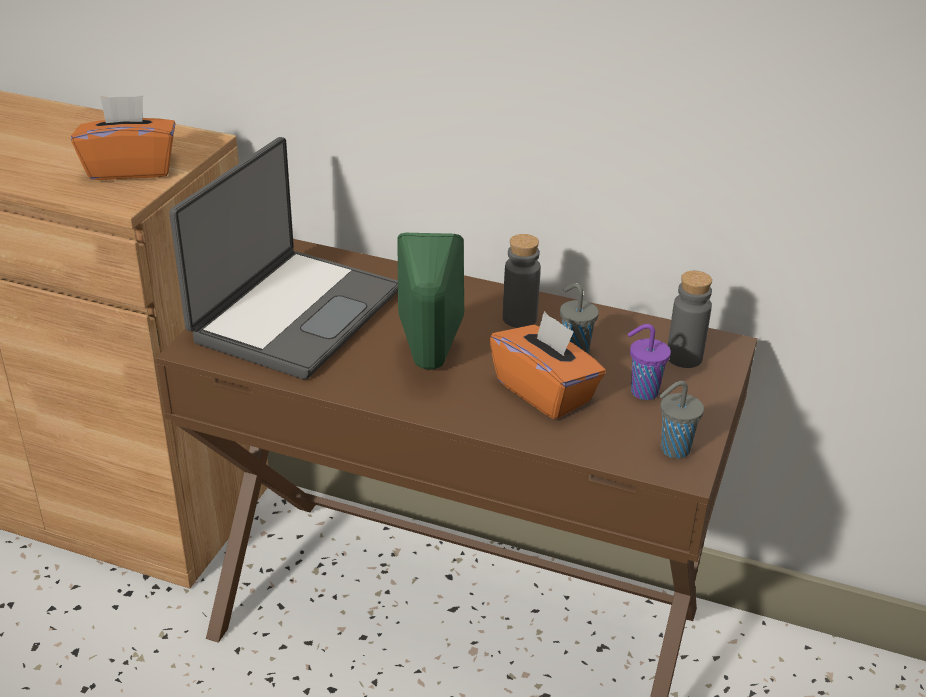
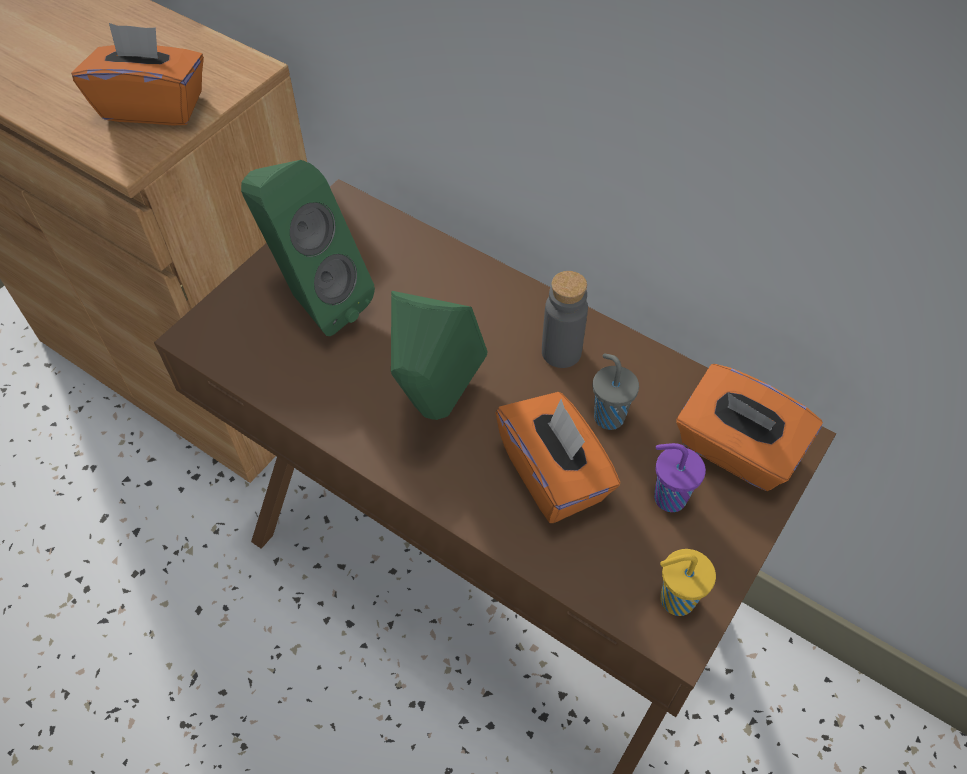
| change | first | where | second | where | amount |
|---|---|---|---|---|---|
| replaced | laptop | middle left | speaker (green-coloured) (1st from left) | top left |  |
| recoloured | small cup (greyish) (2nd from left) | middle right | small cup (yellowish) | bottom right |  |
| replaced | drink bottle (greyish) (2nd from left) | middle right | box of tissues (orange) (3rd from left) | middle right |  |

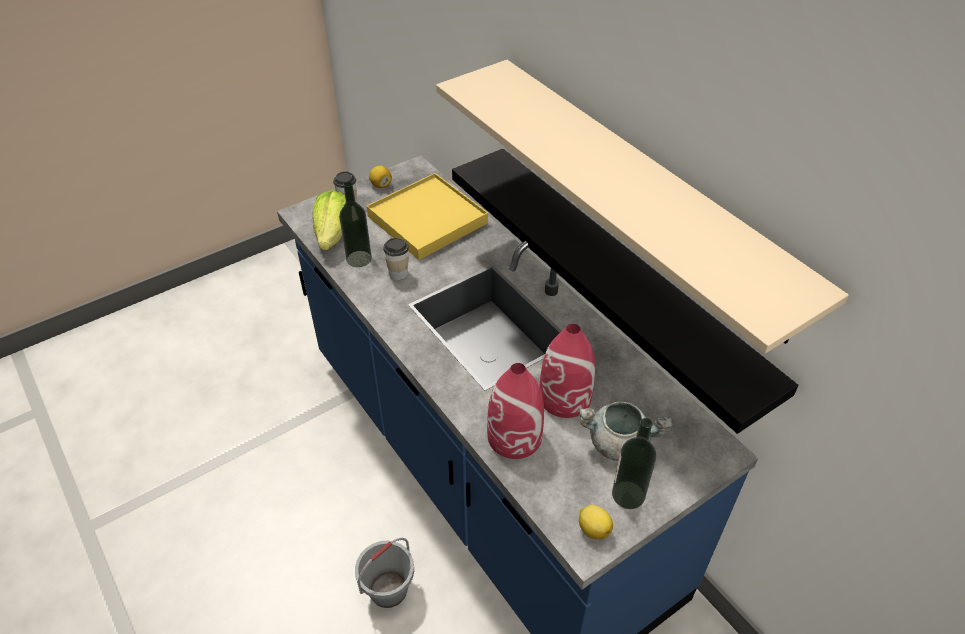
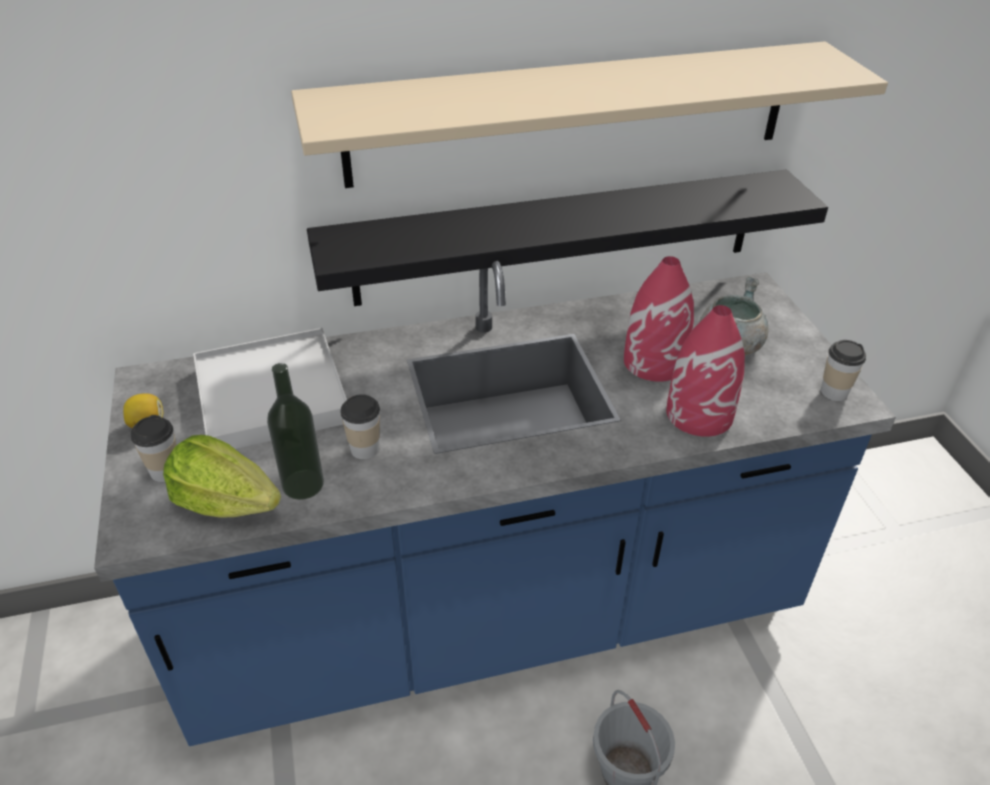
| change | first | where | second | where | amount |
|---|---|---|---|---|---|
| recoloured | serving tray (yellowish) | centre | serving tray (whitish) | middle left |  |
| replaced | whole lemon (2nd from left) | bottom centre | small cup (3rd from left) | middle right |  |
| removed | drink bottle (2nd from left) | bottom centre |  |  |  |

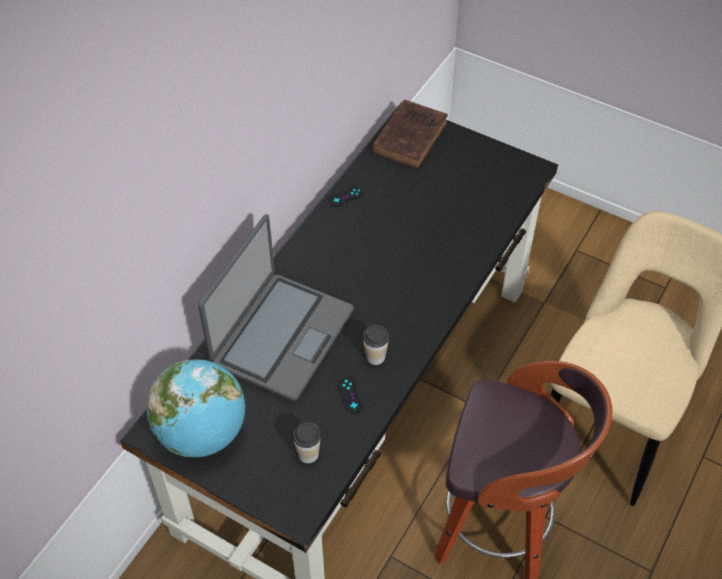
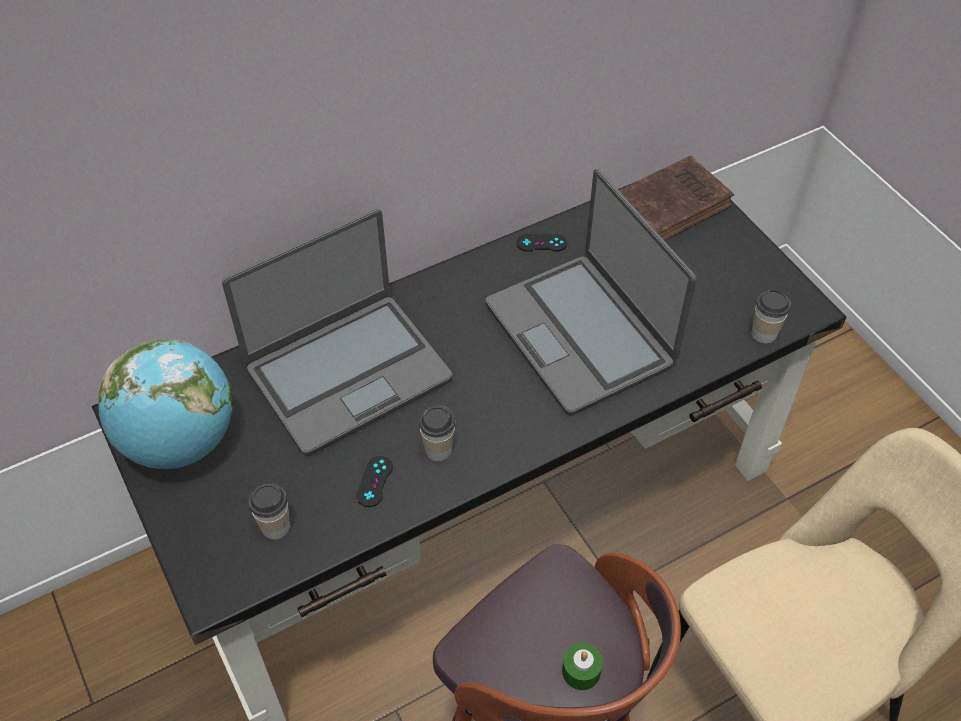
| change | first | where | second | where | amount |
|---|---|---|---|---|---|
| added |  |  | laptop (2nd from left) | centre |  |
| added |  |  | wax light (green-coloured) | bottom centre |  |
| added |  |  | small cup (3rd from left) | middle right |  |

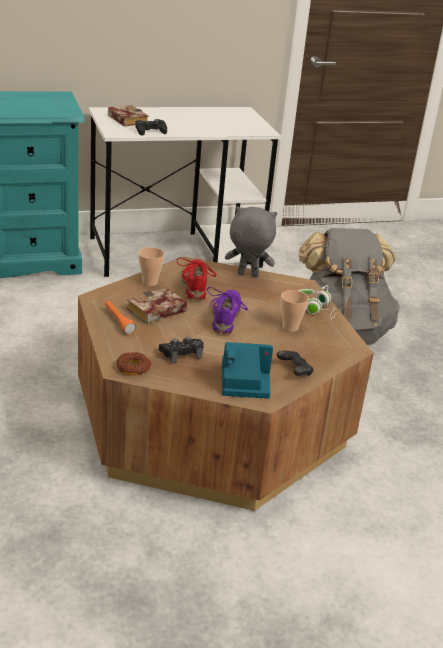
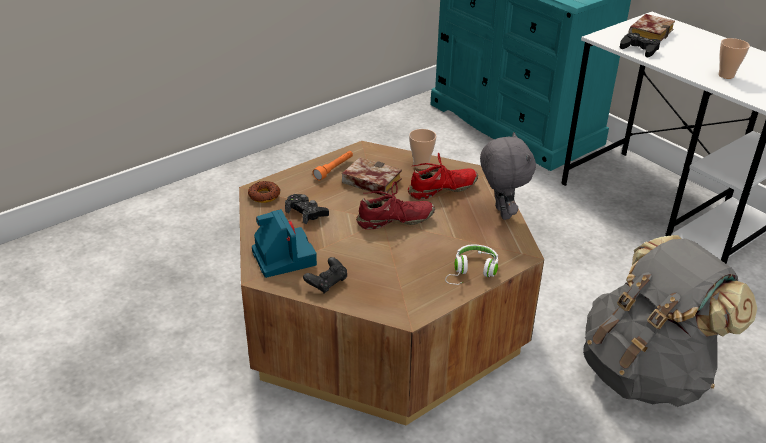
| change | first | where | second | where | amount |
|---|---|---|---|---|---|
| recoloured | item of footwear (purple-coloured) | centre | item of footwear (red) (1st from left) | centre |  |
| moved | small cup (2nd from left) | centre |  | top right |  |

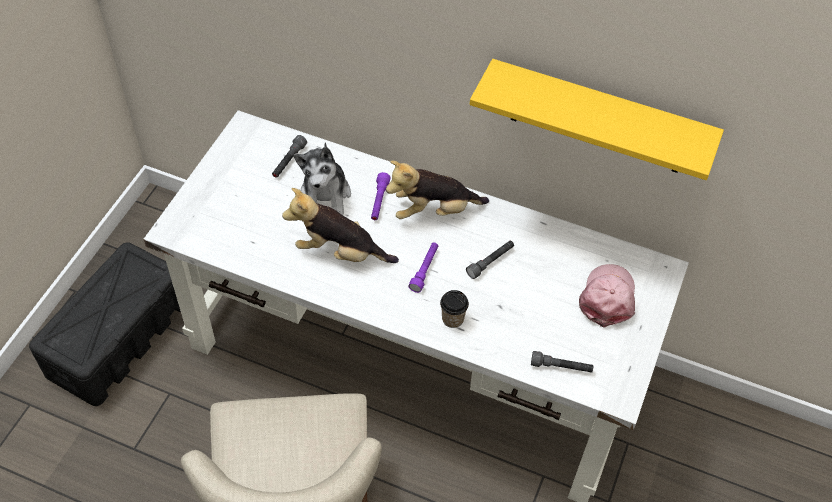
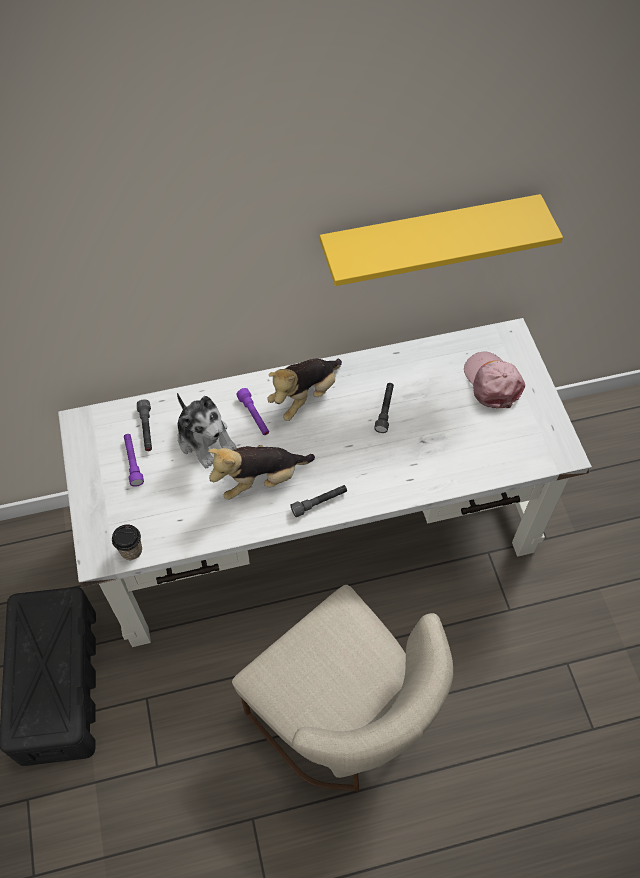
| change | first | where | second | where | amount |
|---|---|---|---|---|---|
| moved | hand torch (purple-coloured) (2nd from left in the first image) | centre | hand torch (purple-coloured) (1st from left) | middle left |  |
| moved | small cup | centre |  | middle left |  |
| moved | hand torch (greyish) (3rd from left in the first image) | bottom right | hand torch (greyish) (2nd from left) | centre |  |

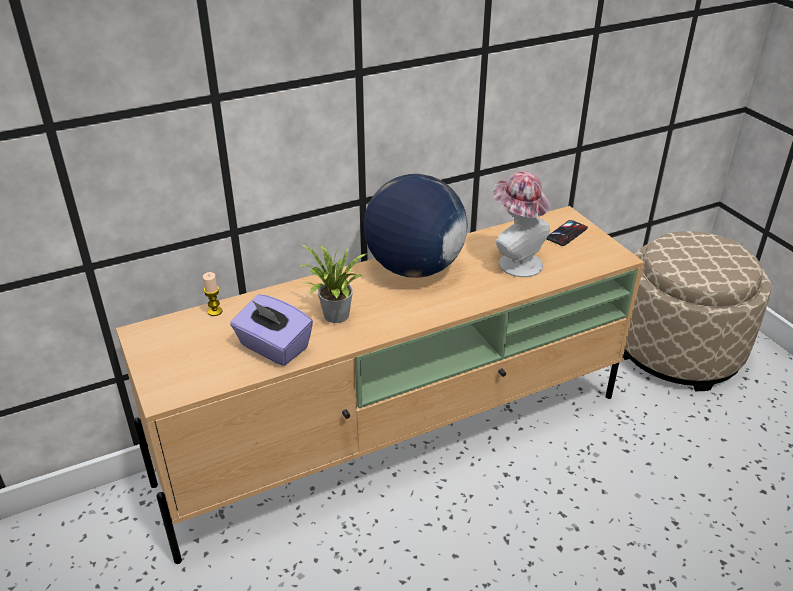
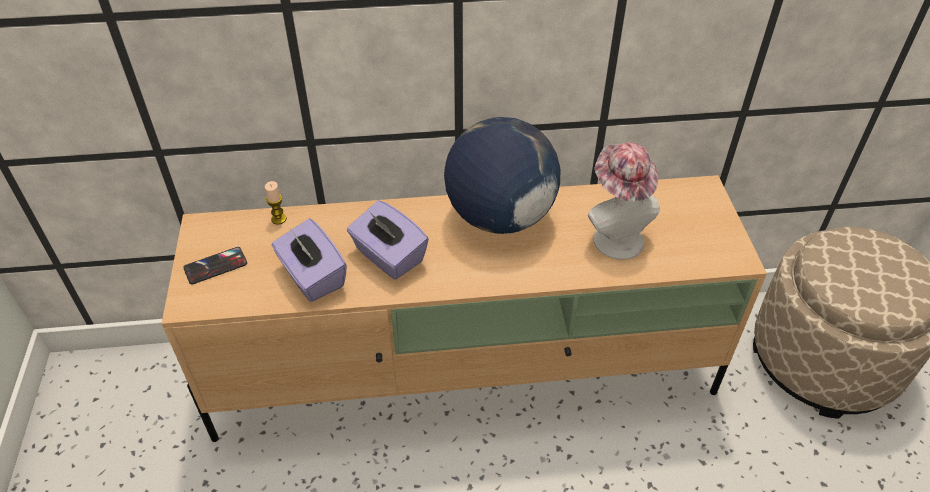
| change | first | where | second | where | amount |
|---|---|---|---|---|---|
| replaced | potted plant | centre | box of tissues (purple-coloured) (2nd from left) | centre |  |
| moved | telephone | middle right |  | middle left |  |

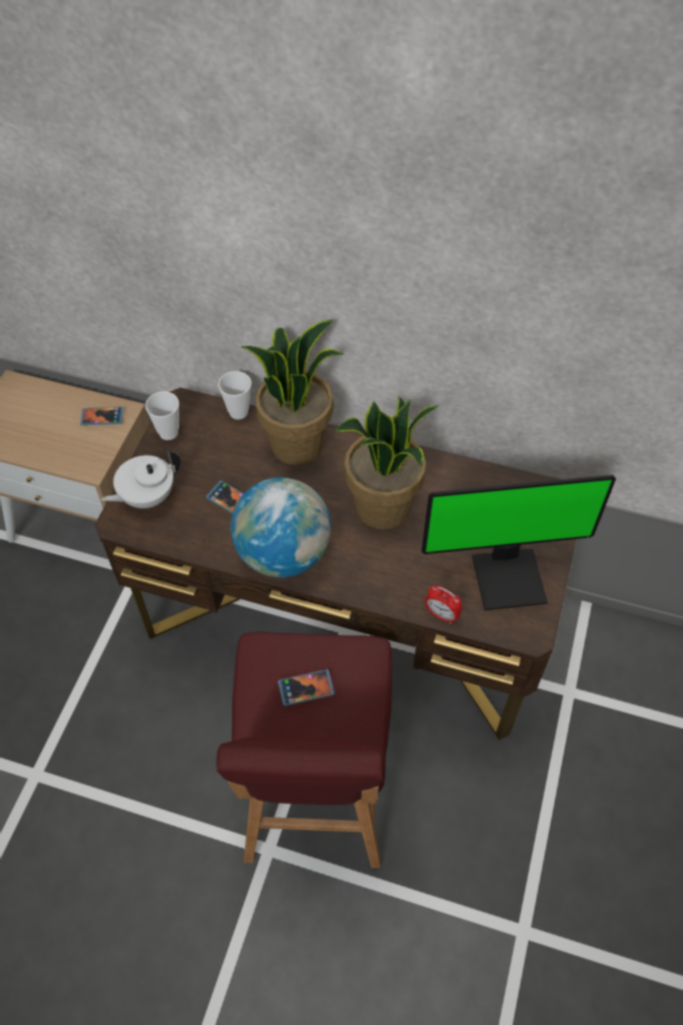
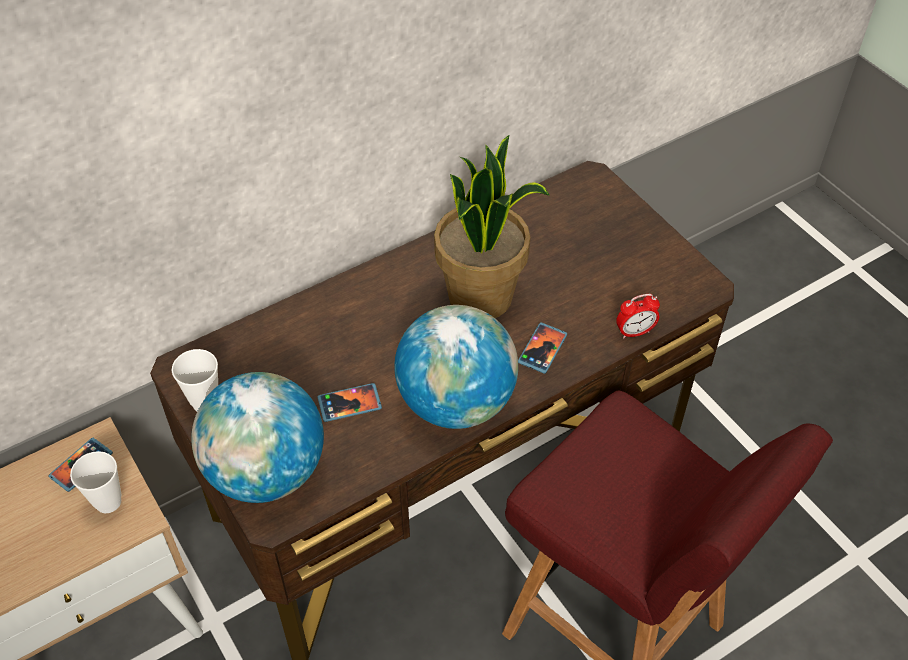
| change | first | where | second | where | amount |
|---|---|---|---|---|---|
| replaced | teapot (whitish) | middle left | desk globe (1st from left) | middle left |  |
| moved | small cup (2nd from left in the first image) | centre | small cup (1st from left) | bottom left |  |
| removed | potted plant (1st from left) | centre |  |  |  |
| moved | telephone (3rd from left) | bottom centre |  | centre |  |
| removed | monitor | middle right |  |  |  |

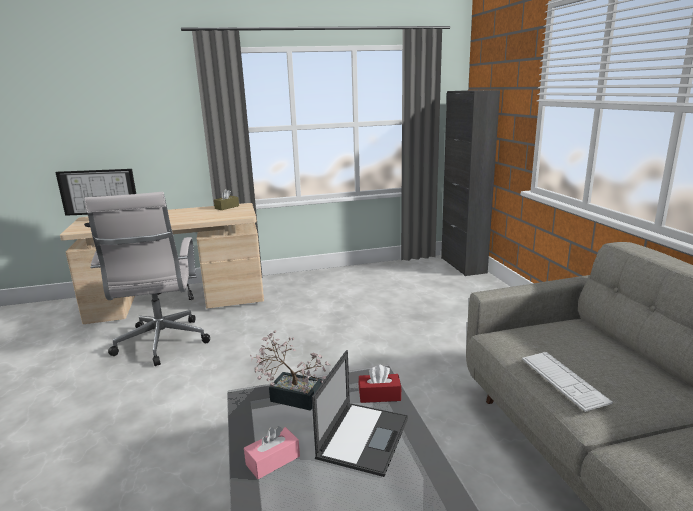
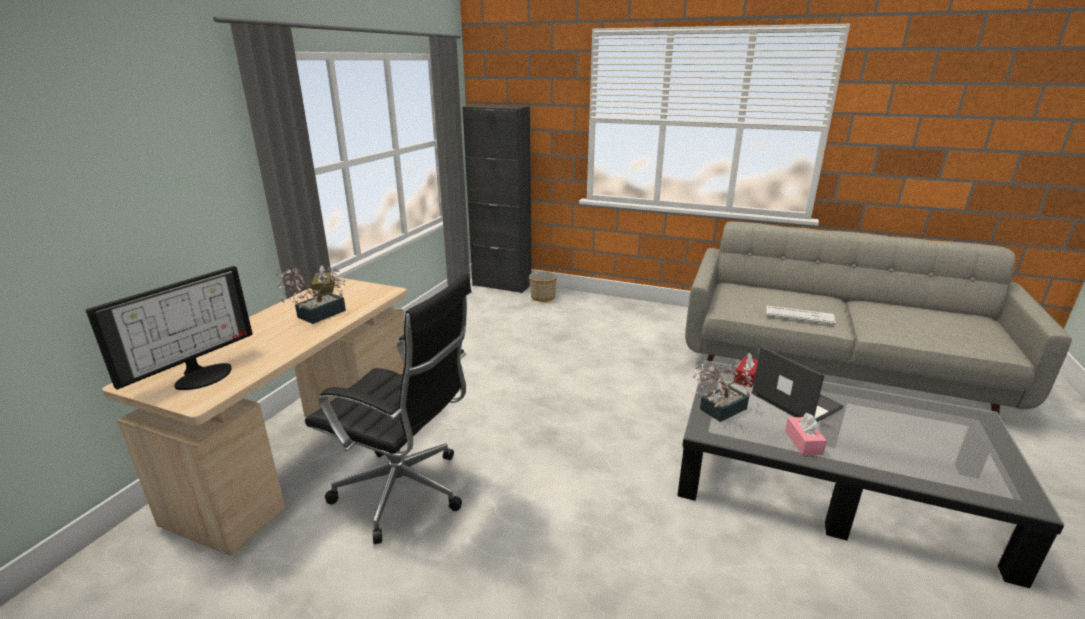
| change | first | where | second | where | amount |
|---|---|---|---|---|---|
| recoloured | computer chair (whitish) | middle left | computer chair (black-coloured) | centre |  |
| added |  |  | potted plant (1st from left) | middle left |  |
| added |  |  | plant pot | centre |  |

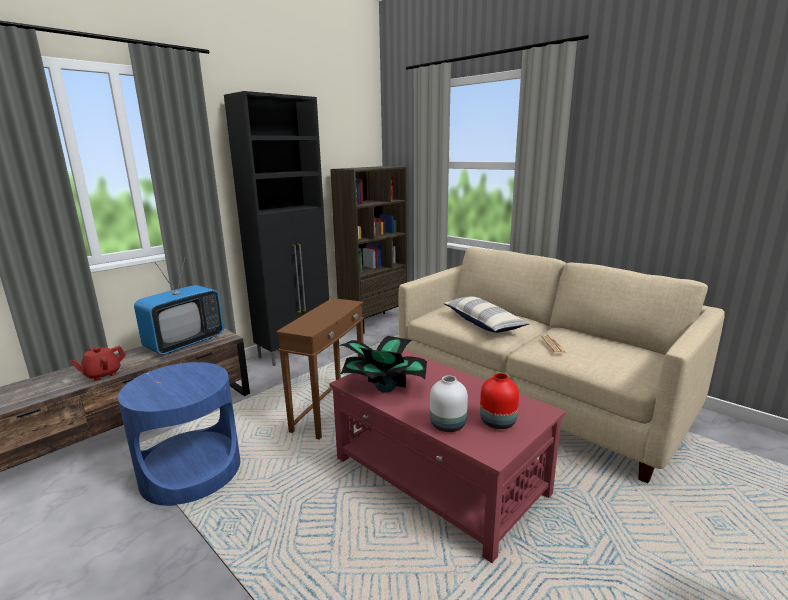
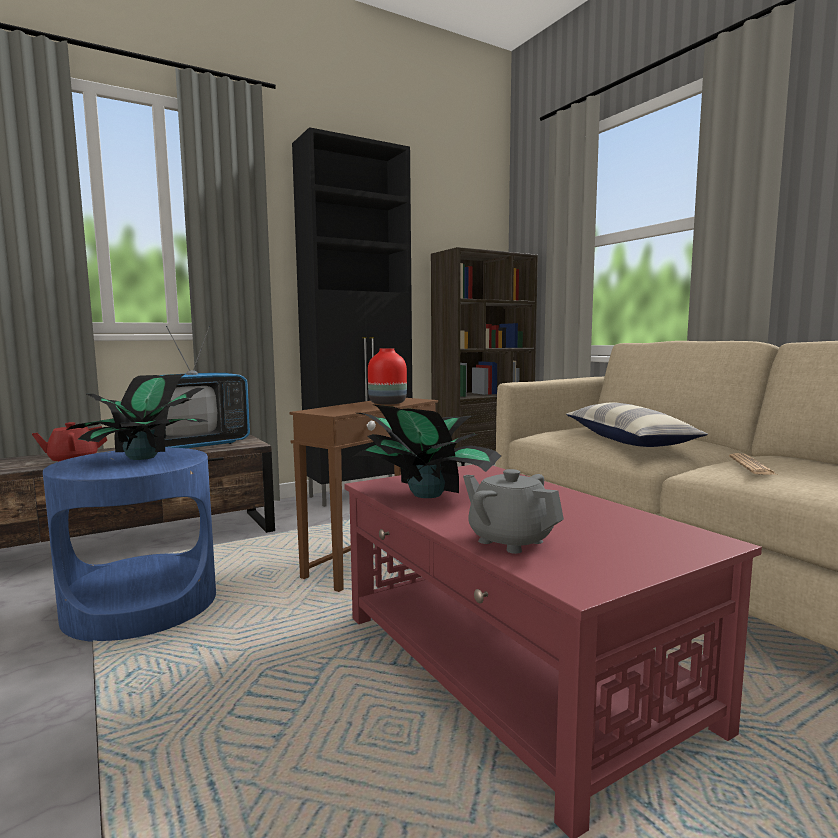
| change | first | where | second | where | amount |
|---|---|---|---|---|---|
| replaced | decorative vase (whitish) | bottom centre | teapot (greyish) | centre |  |
| moved | decorative vase (red) | bottom centre |  | centre |  |
| added |  |  | potted plant (1st from left) | middle left |  |

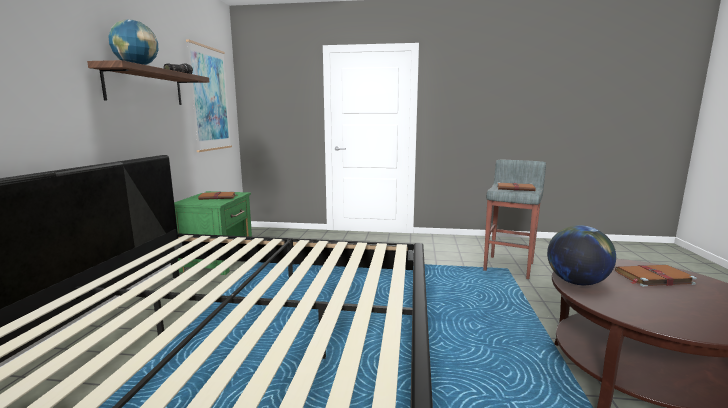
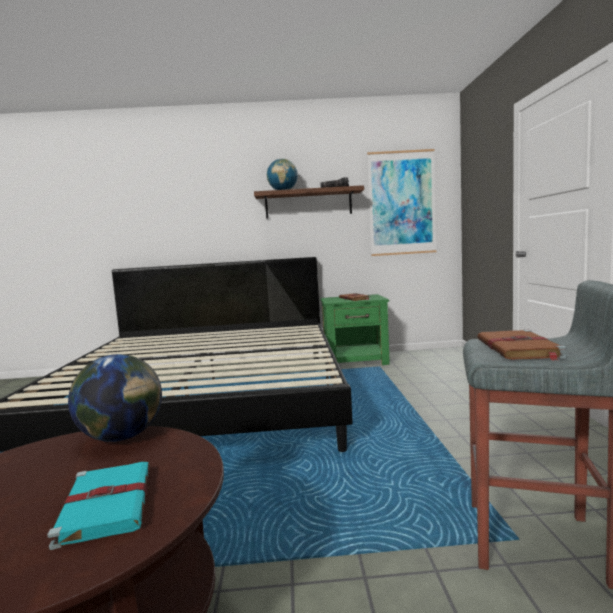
| change | first | where | second | where | amount |
|---|---|---|---|---|---|
| recoloured | bound book (brown) (3rd from left) | bottom right | bound book (turquoise) | bottom left |  |

